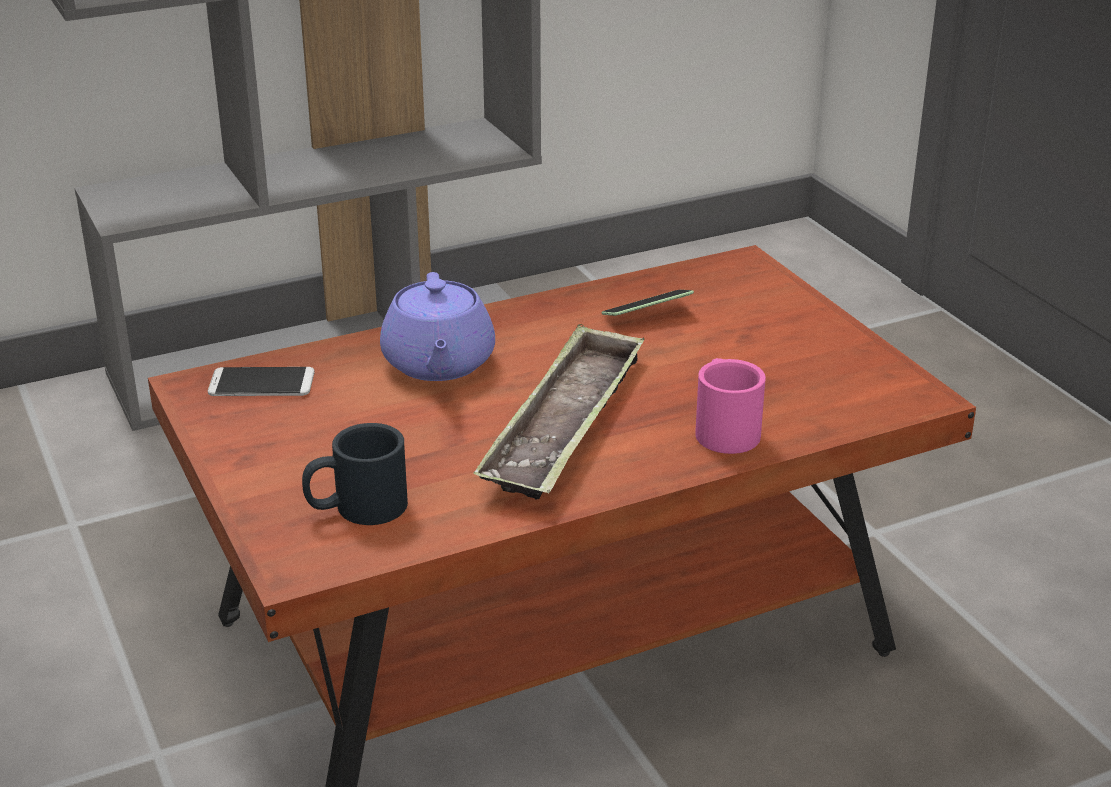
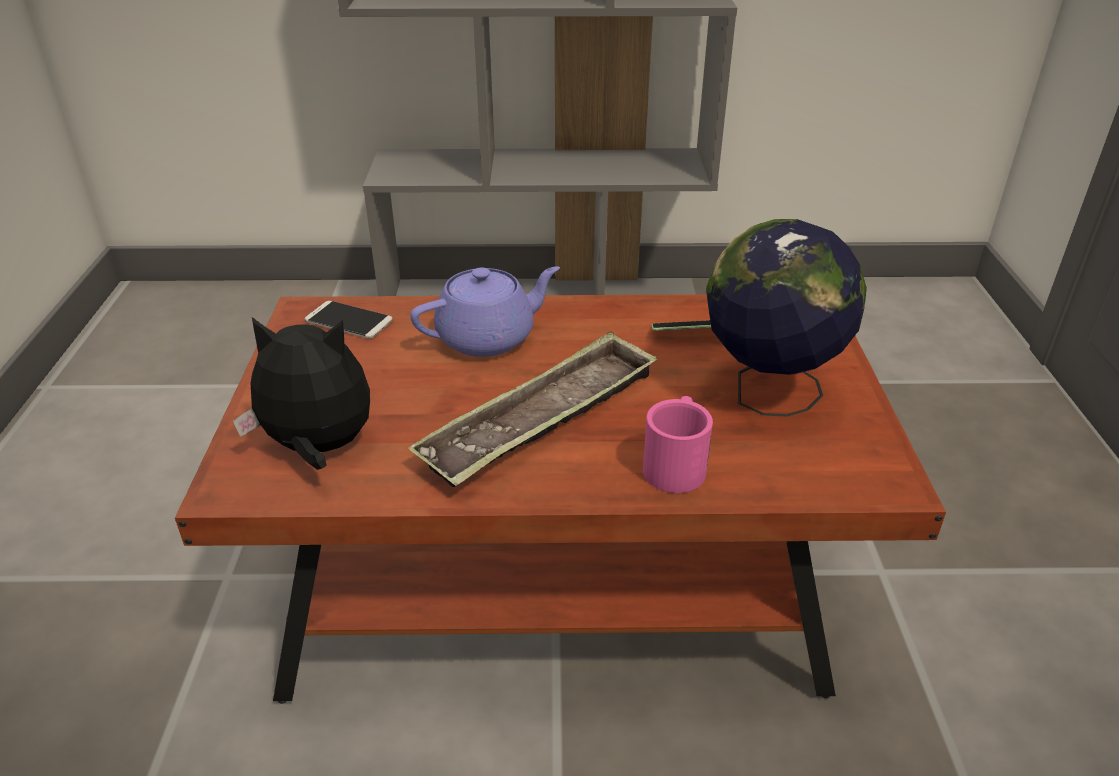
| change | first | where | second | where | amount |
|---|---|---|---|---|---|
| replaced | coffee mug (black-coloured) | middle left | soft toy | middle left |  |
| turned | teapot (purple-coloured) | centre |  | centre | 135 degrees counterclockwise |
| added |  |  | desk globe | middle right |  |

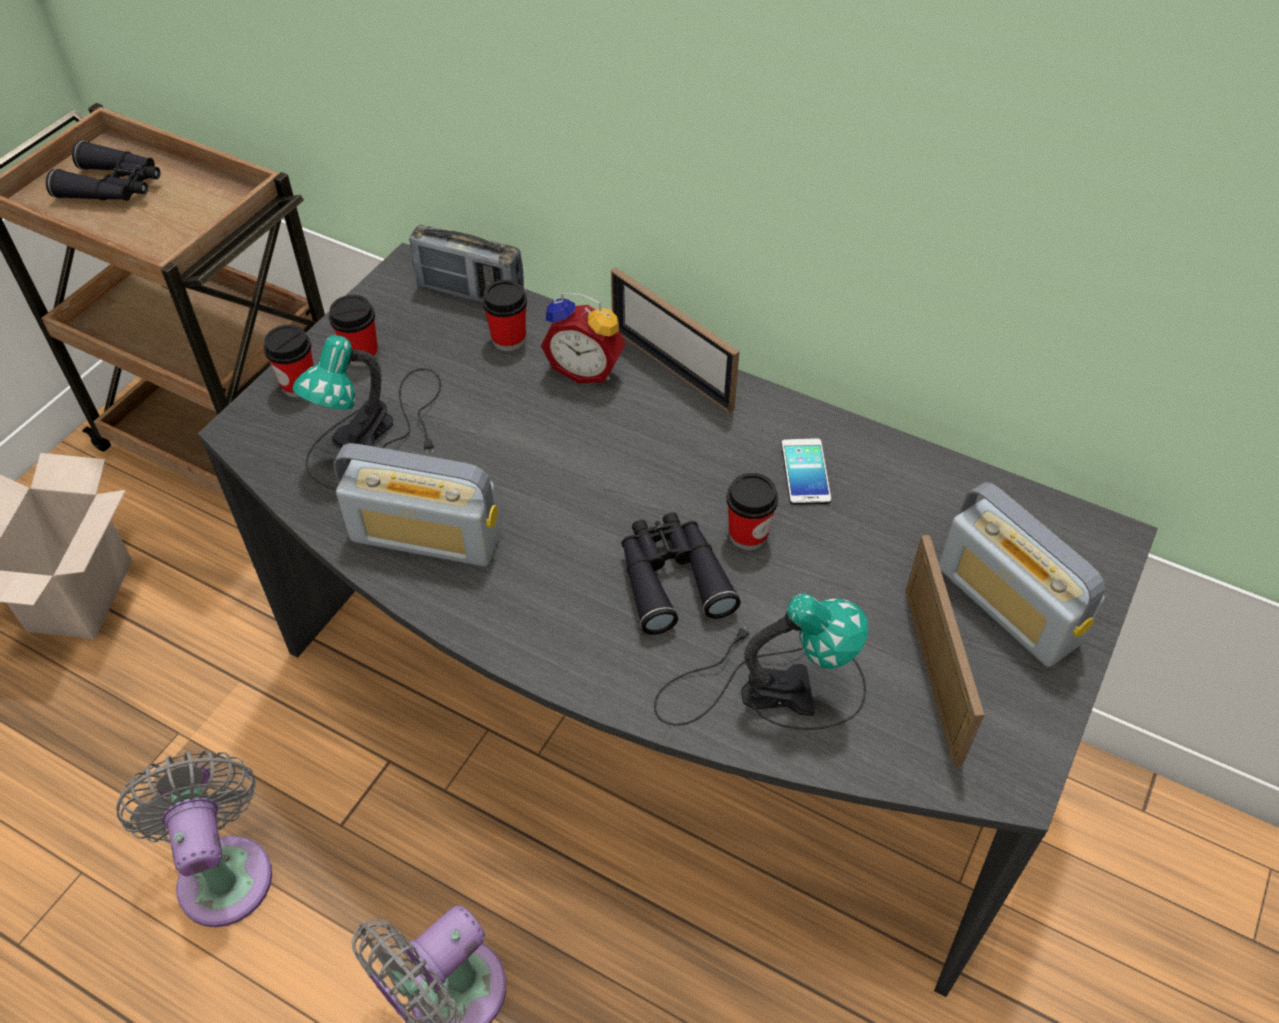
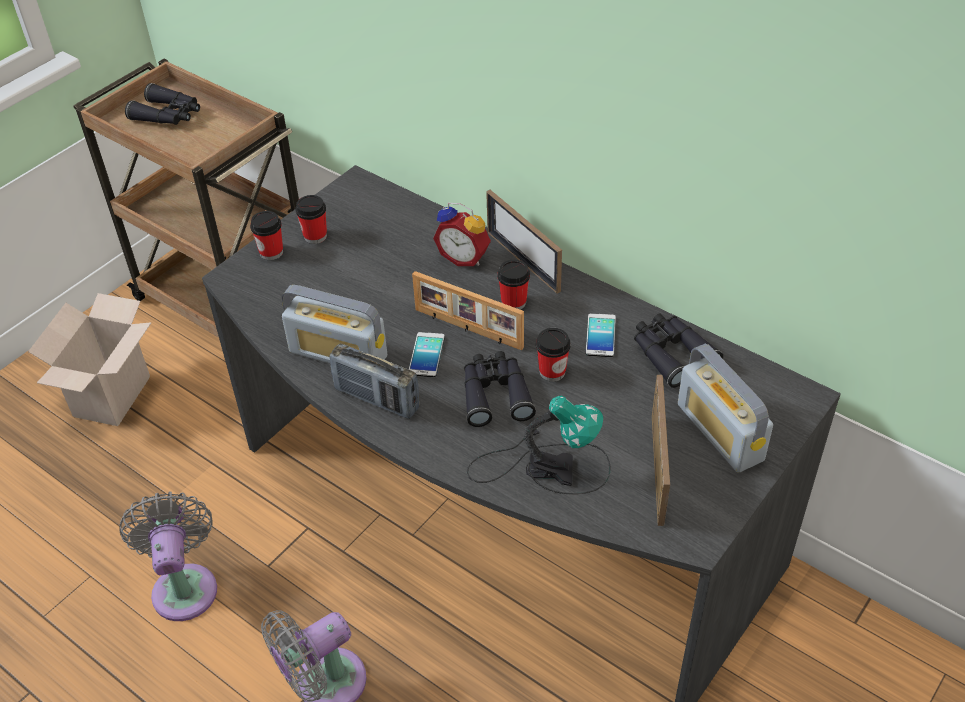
| change | first | where | second | where | amount |
|---|---|---|---|---|---|
| removed | tabletop lamp (1st from left) | middle left |  |  |  |
| moved | radio receiver (2nd from left) | top centre |  | centre |  |
| moved | small cup (3rd from left) | top centre |  | centre |  |
| added |  |  | telephone (1st from left) | centre |  |
| added |  |  | photo frame (1st from left) | centre |  |
| added |  |  | binoculars (black-coloured) (3rd from left) | middle right |  |

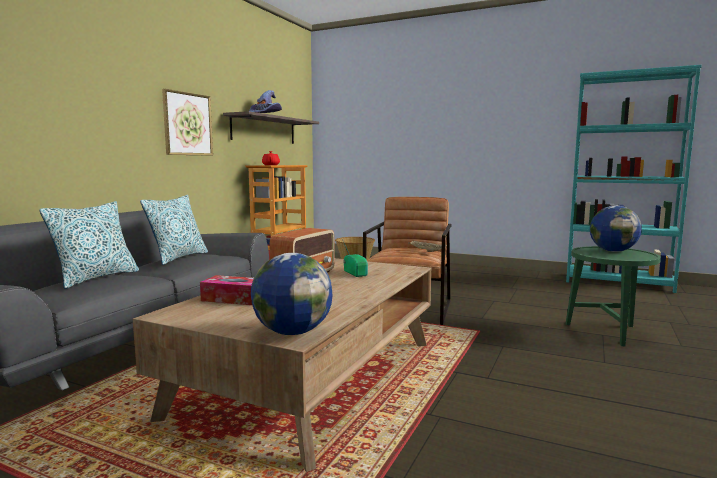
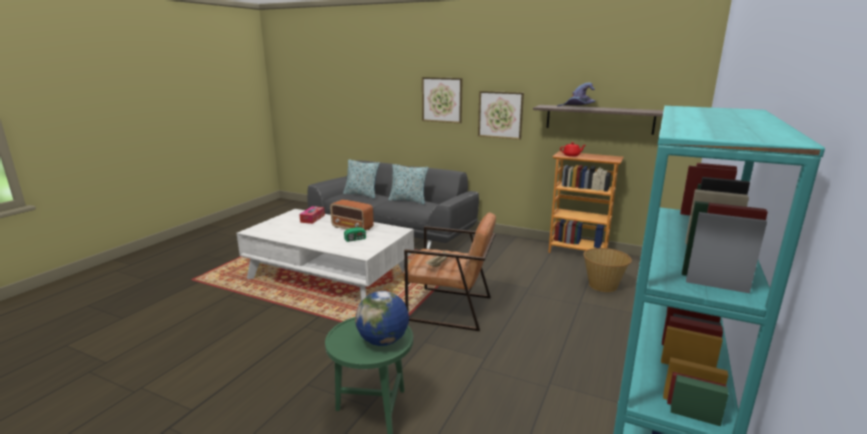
| change | first | where | second | where | amount |
|---|---|---|---|---|---|
| recoloured | coffee table (brown) | bottom centre | coffee table (whitish) | centre |  |
| removed | desk globe (1st from left) | centre |  |  |  |
| added |  |  | picture (1st from left) | top centre |  |

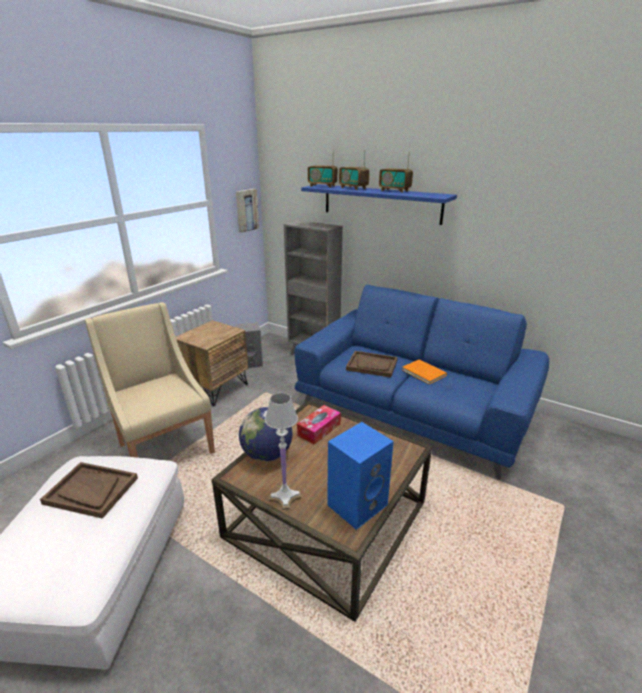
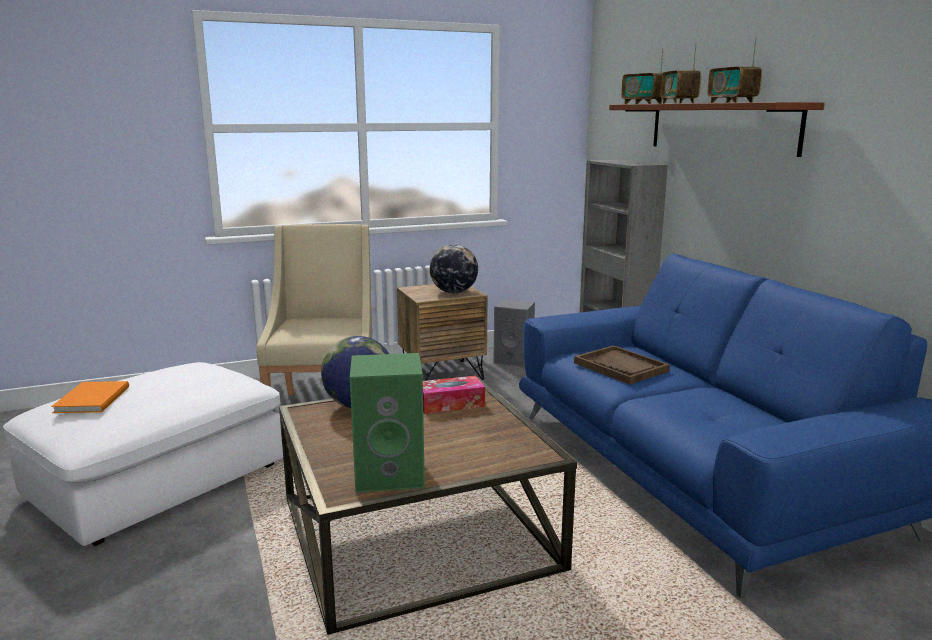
| change | first | where | second | where | amount |
|---|---|---|---|---|---|
| removed | serving tray (brown) (1st from left) | bottom left |  |  |  |
| removed | picture | top centre |  |  |  |
| removed | tabletop lamp (whitish) | centre |  |  |  |
| recoloured | shelf (blue-coloured) | top centre | shelf (brown) | top right |  |
| recoloured | speaker (blue-coloured) | bottom centre | speaker (green-coloured) | centre |  |
| moved | bound book (orange) | centre |  | middle left |  |
| added |  |  | desk globe (2nd from left) | centre |  |

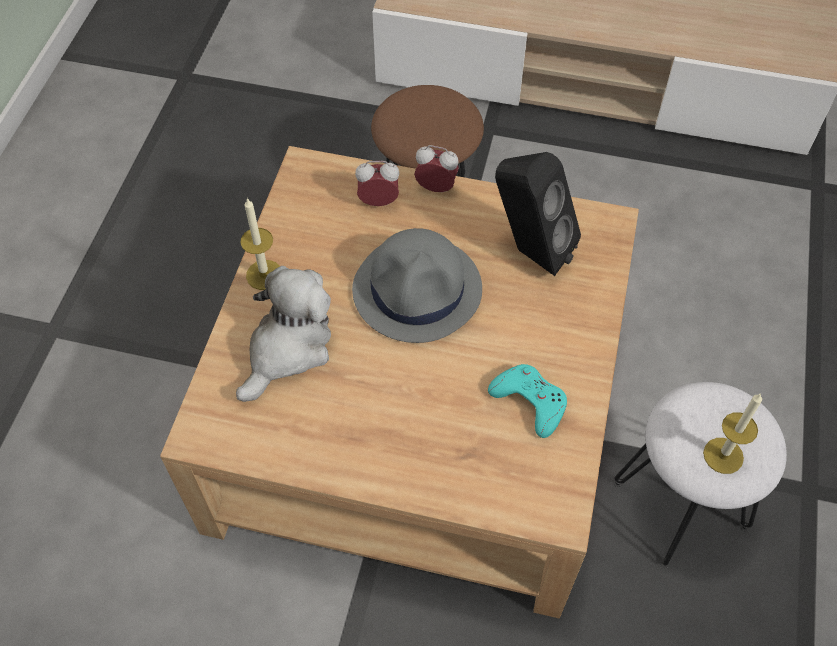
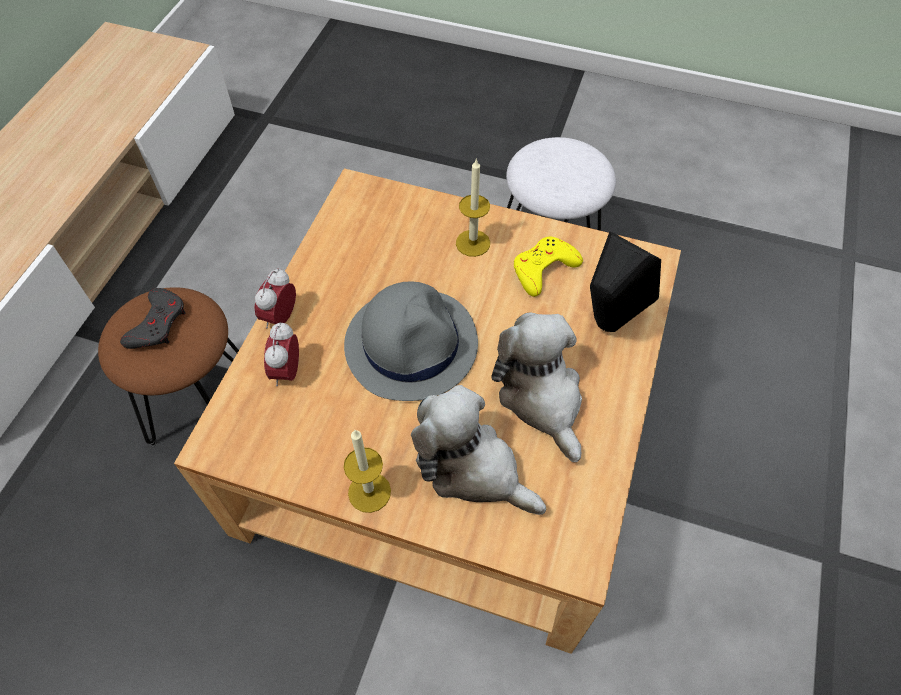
| change | first | where | second | where | amount |
|---|---|---|---|---|---|
| recoloured | game controller (turquoise) | centre | game controller (yellowish) | centre |  |
| moved | speaker (black-coloured) | top centre |  | middle right |  |
| moved | wax light (2nd from left) | bottom right |  | top centre |  |
| added |  |  | game controller (greyish) | middle left |  |
| added |  |  | soft toy (2nd from left) | centre |  |

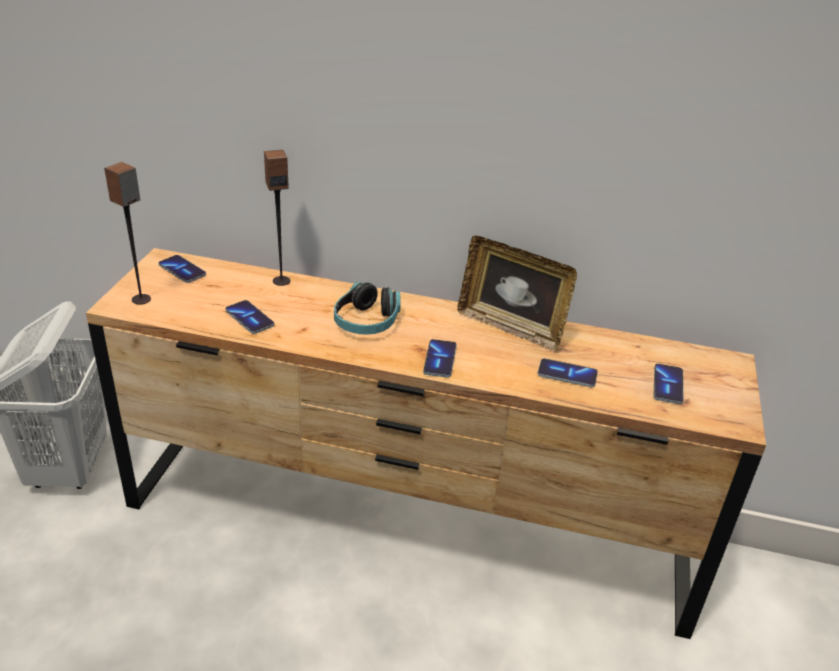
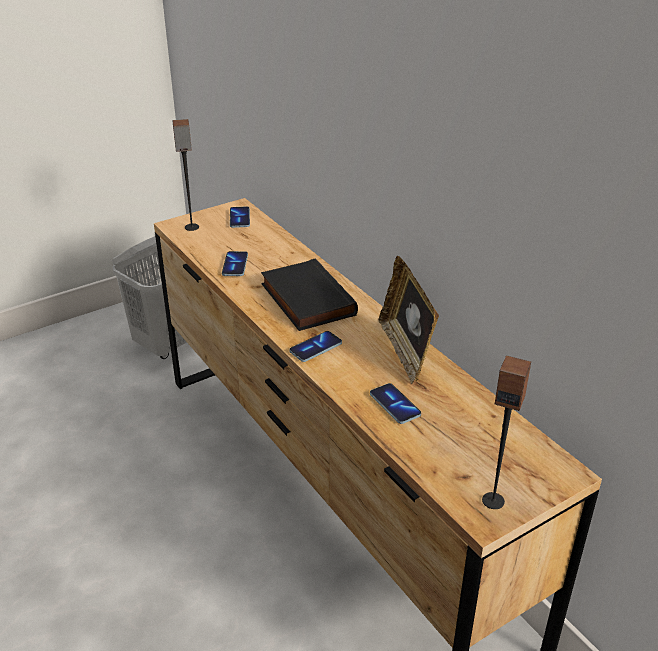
| change | first | where | second | where | amount |
|---|---|---|---|---|---|
| moved | speaker (2nd from left) | top left |  | middle right |  |
| replaced | headphones | centre | bound book (black-coloured) | centre |  |
| removed | telephone (5th from left) | middle right |  |  |  |

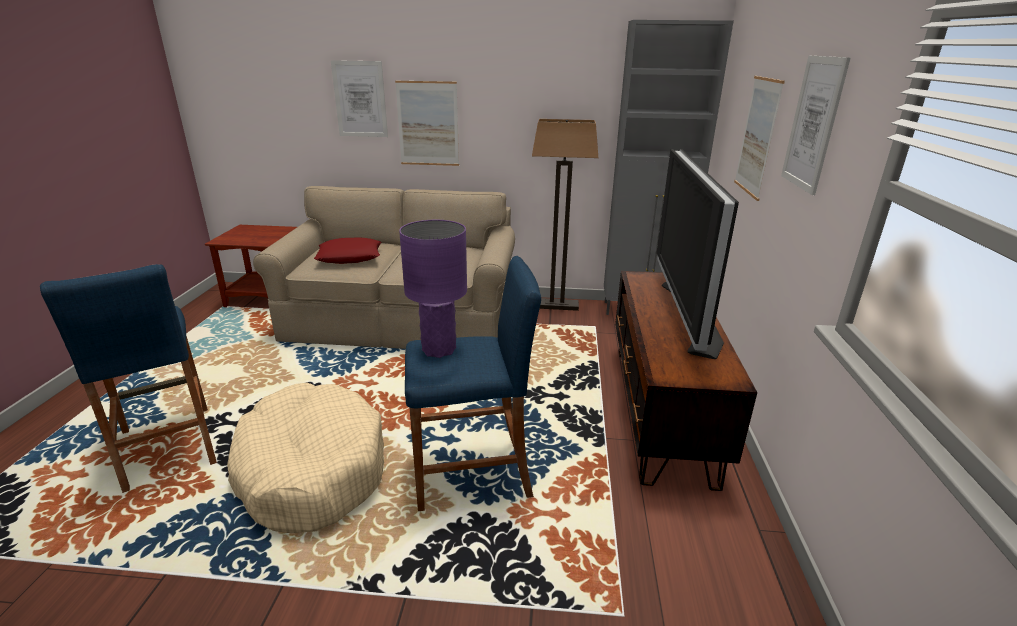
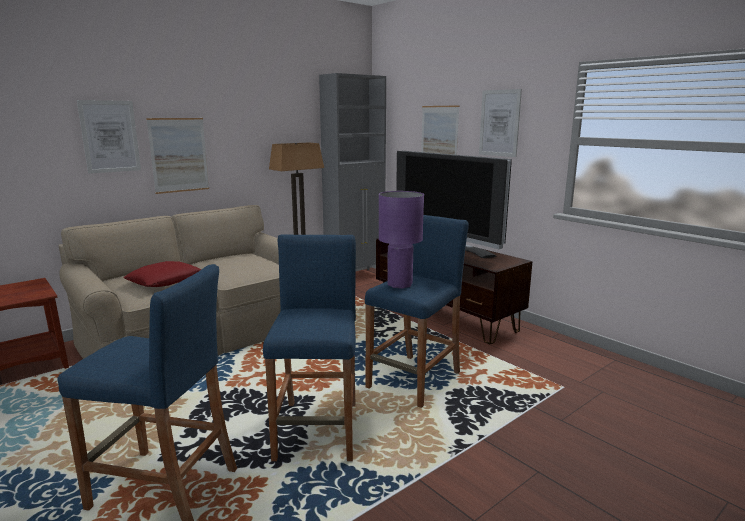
| change | first | where | second | where | amount |
|---|---|---|---|---|---|
| replaced | pet bed (beige) | bottom left | stool (blue-coloured) (2nd from left) | centre |  |

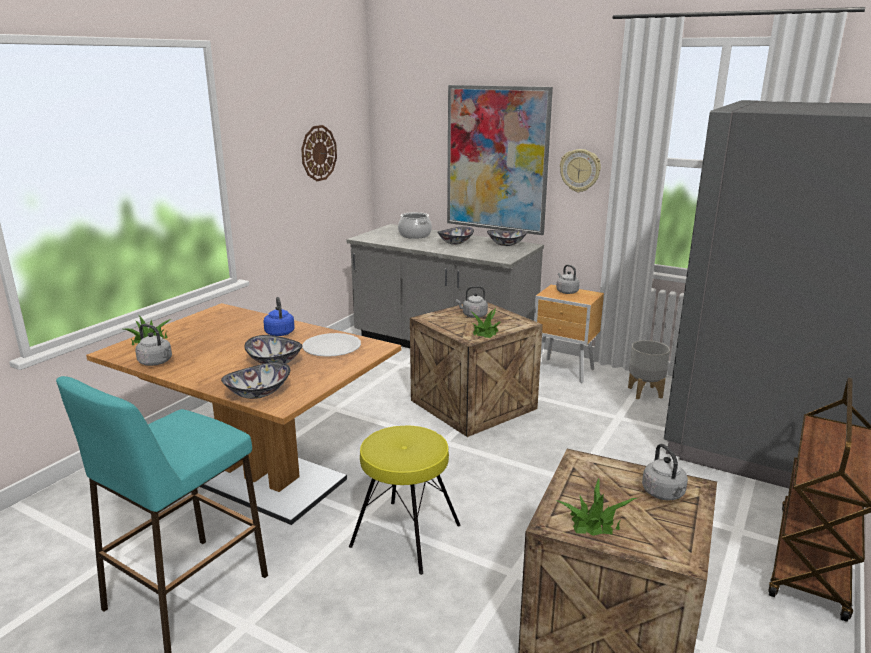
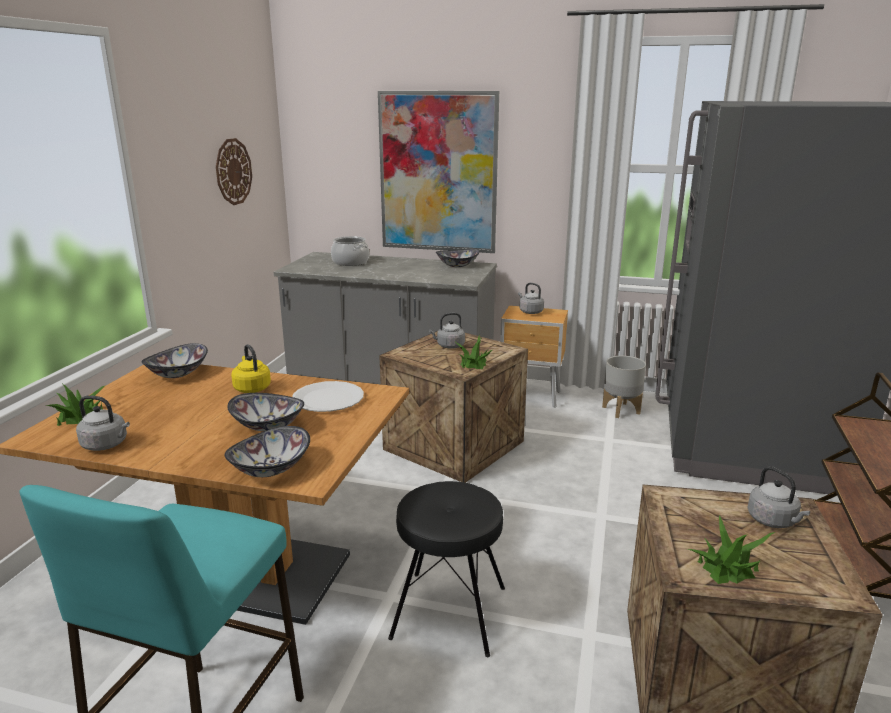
| change | first | where | second | where | amount |
|---|---|---|---|---|---|
| recoloured | water kettle (blue-coloured) | middle left | water kettle (yellowish) | middle left |  |
| recoloured | stool (yellowish) | bottom centre | stool (black-coloured) | bottom centre |  |
| moved | serving bowl (3rd from left in the first image) | centre | serving bowl (1st from left) | middle left |  |
| removed | clock on the wall (2nd from left) | top centre |  |  |  |

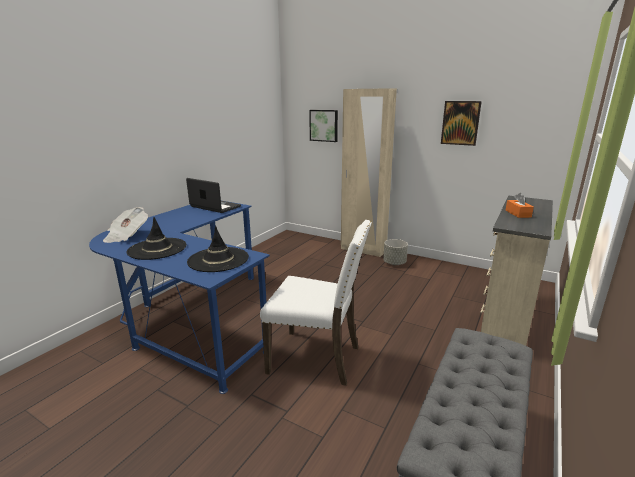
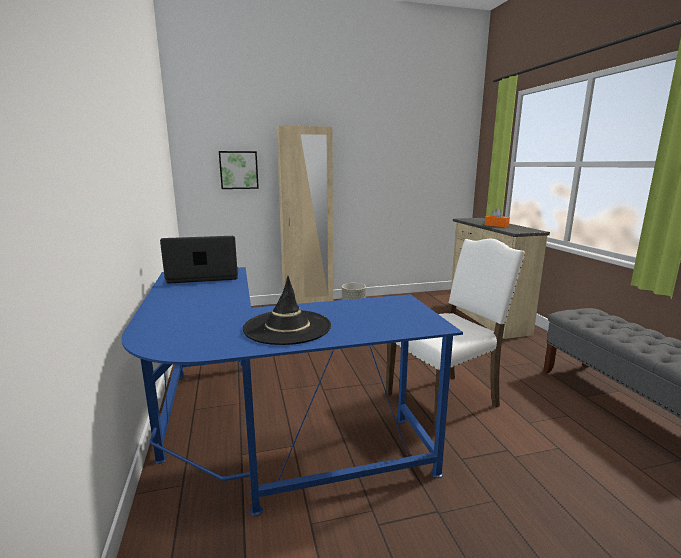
| change | first | where | second | where | amount |
|---|---|---|---|---|---|
| removed | daily paper | middle left |  |  |  |
| removed | wearable hat (black-coloured) (2nd from left) | centre |  |  |  |
| removed | picture (2nd from left) | top right |  |  |  |

